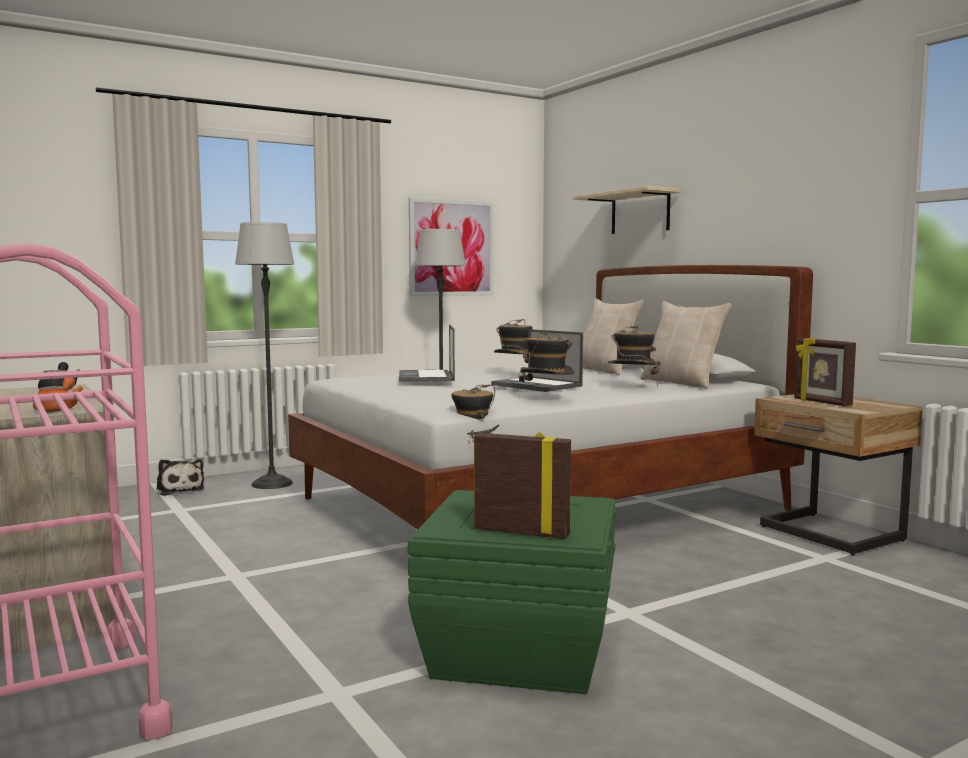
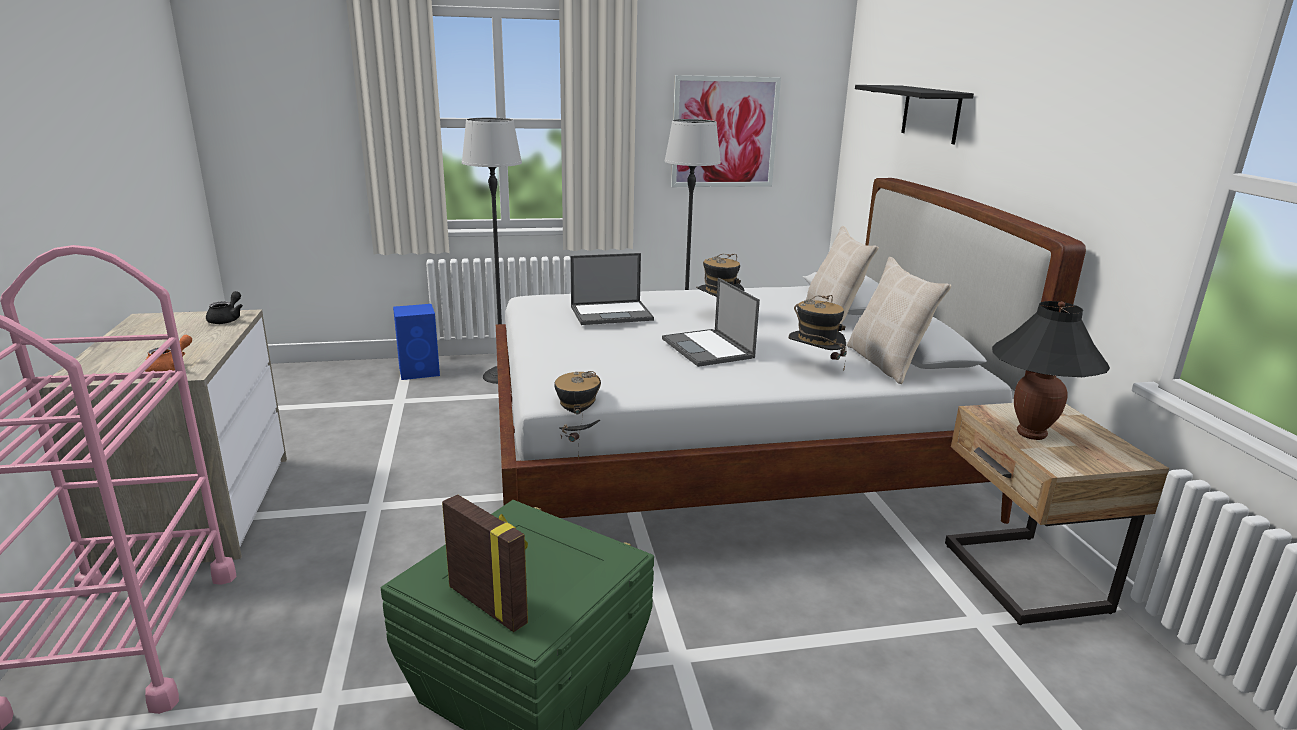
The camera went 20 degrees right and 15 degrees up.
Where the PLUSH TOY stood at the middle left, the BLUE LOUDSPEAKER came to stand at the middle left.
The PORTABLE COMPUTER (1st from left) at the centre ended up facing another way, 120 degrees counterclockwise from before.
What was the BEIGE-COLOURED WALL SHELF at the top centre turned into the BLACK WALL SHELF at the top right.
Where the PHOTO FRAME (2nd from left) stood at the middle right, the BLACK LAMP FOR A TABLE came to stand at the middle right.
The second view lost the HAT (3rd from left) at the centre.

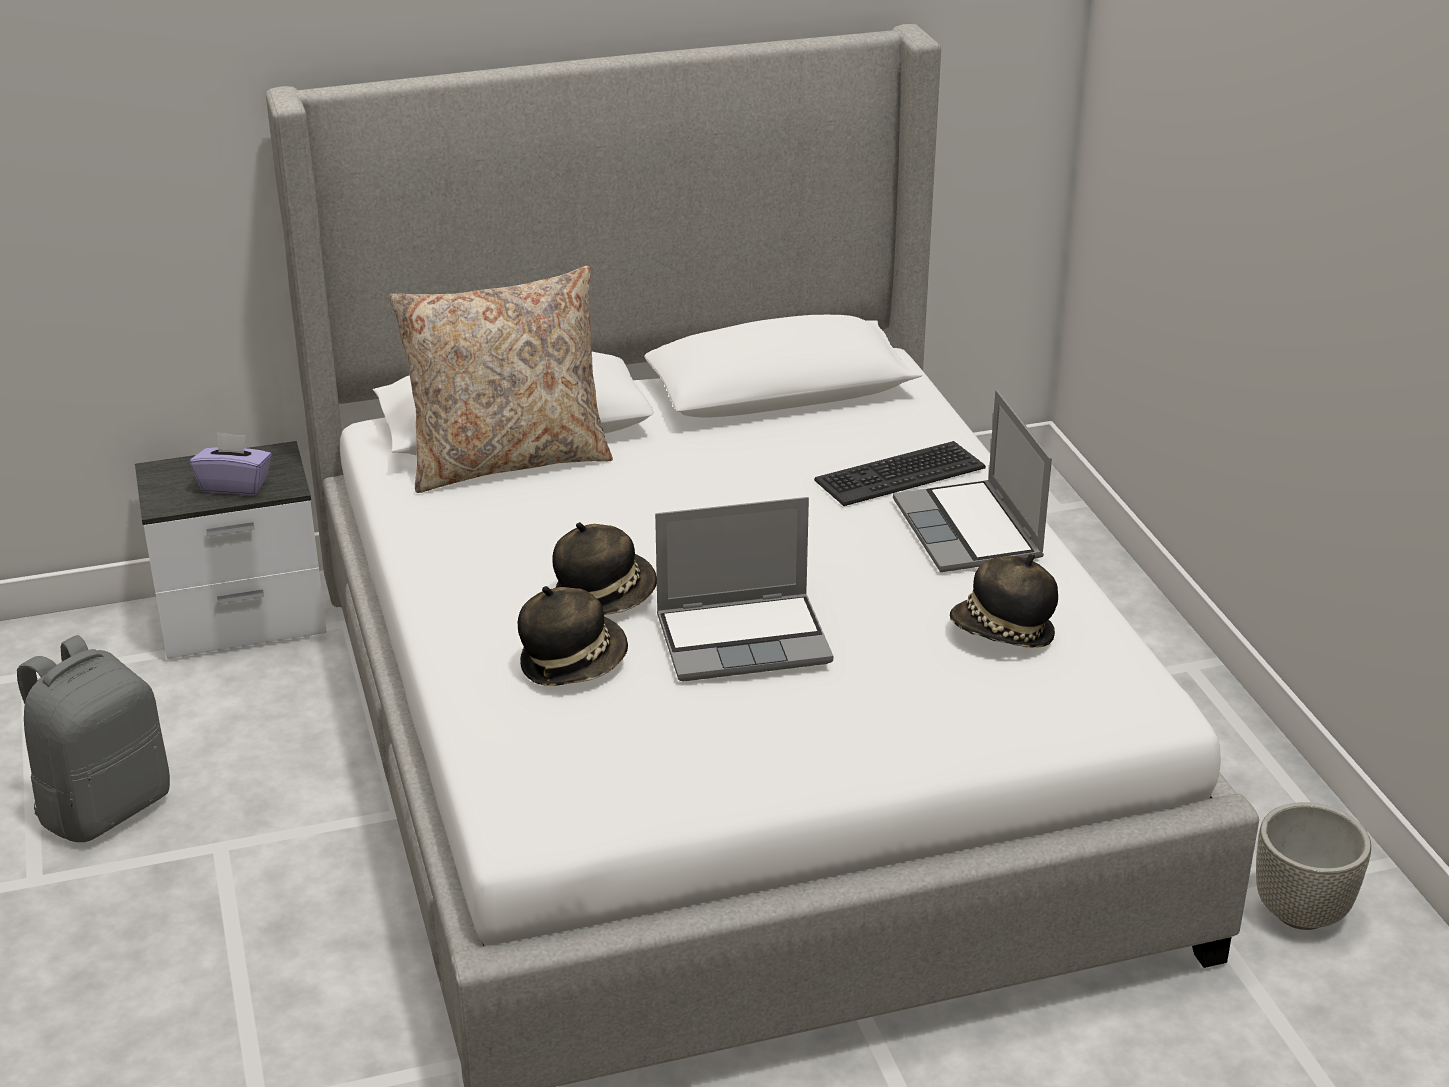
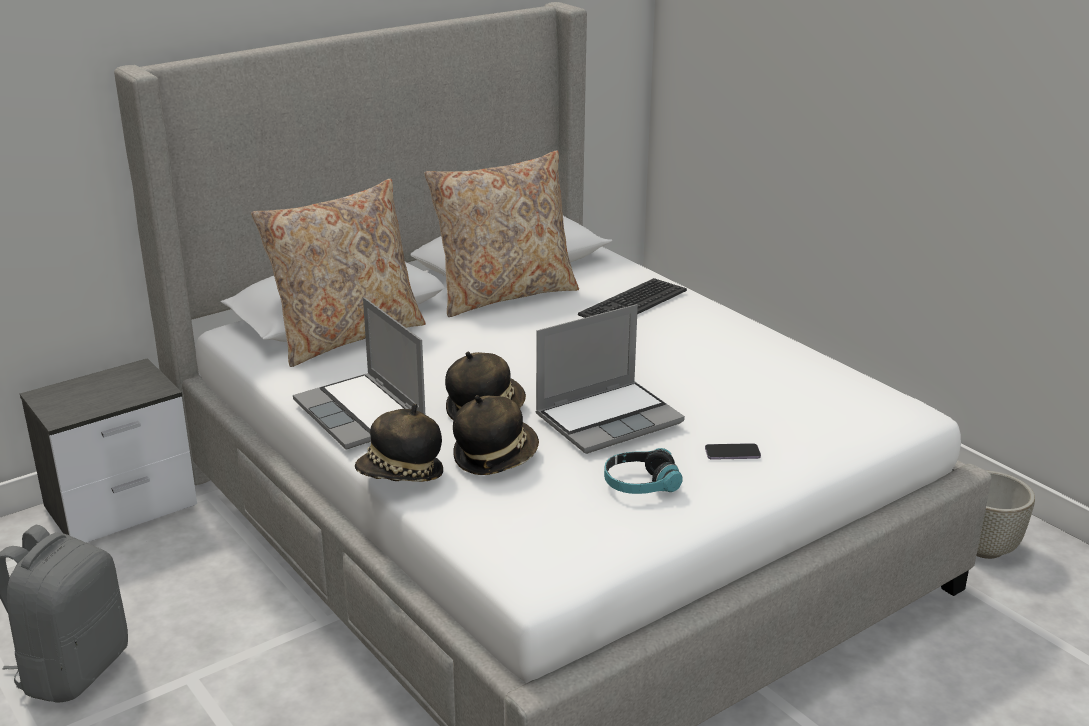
The camera went 20 degrees left and 5 degrees down.
The PORTABLE COMPUTER (2nd from left in the first image) ended up elsewhere, having gone from the middle right to the middle left.
The HAT (3rd from left in the first image) ended up elsewhere, having gone from the middle right to the centre.
The second view gained the BEIGE-COLOURED CUSHION (2nd from left) at the top centre.
The second view gained the HEADSET at the centre.
The second view gained the PHONE at the middle right.
The second view lost the PURPLISH TISSUE BOX at the middle left.

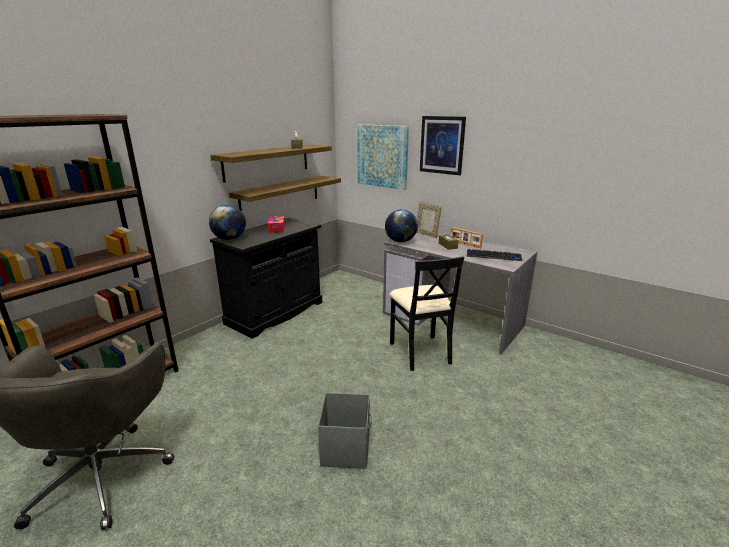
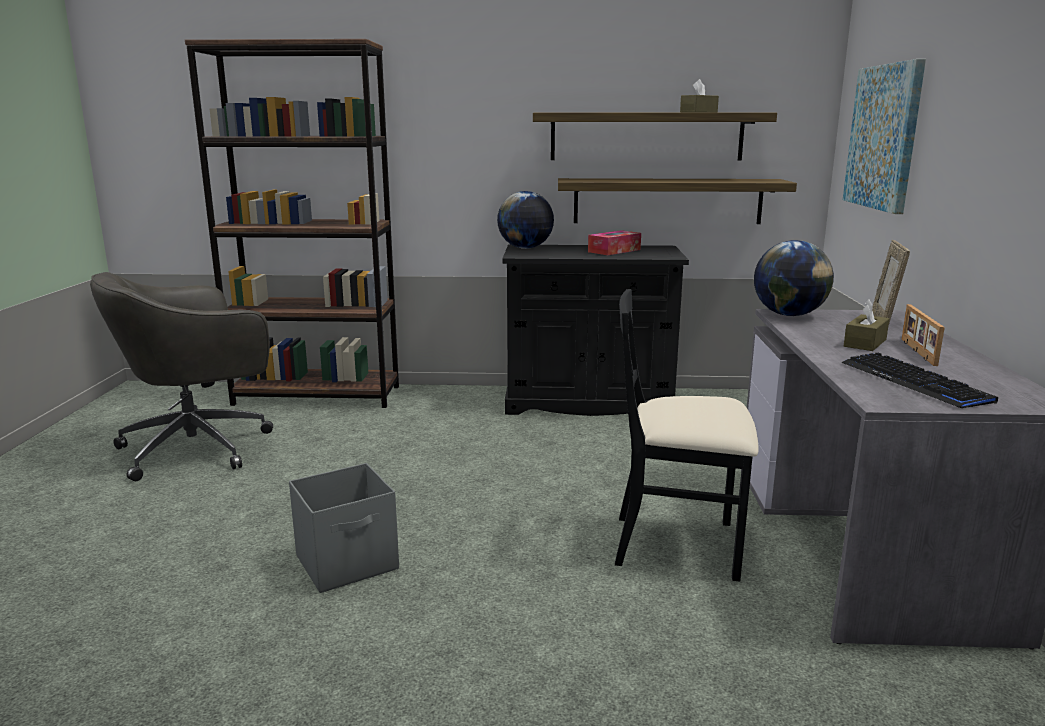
The camera went 55 degrees right and 5 degrees down.
The BLACK PLAIN CHAIR at the centre ended up facing another way, 60 degrees clockwise from before.
The second view lost the WALL PICTURE (2nd from left) at the top centre.

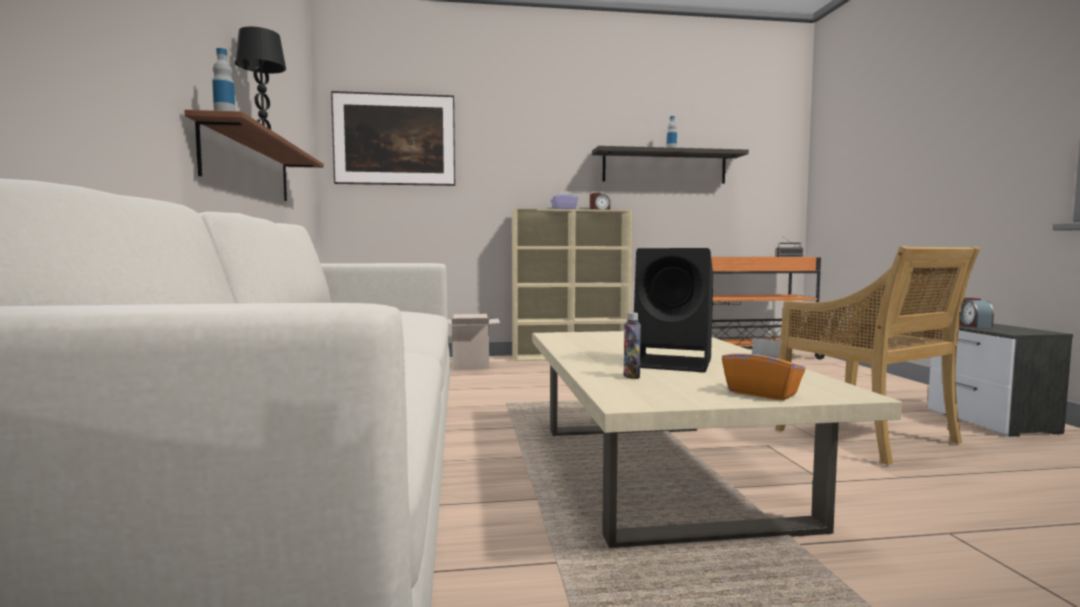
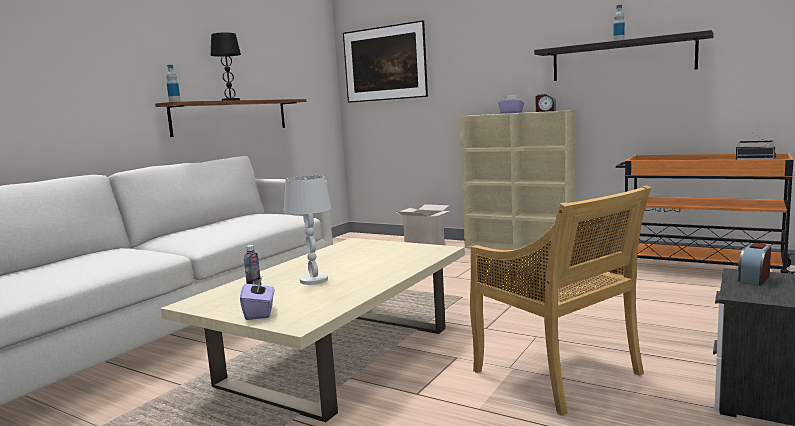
The camera went 40 degrees right and 5 degrees up.
What was the ORANGE TISSUE BOX at the middle right turned into the PURPLISH TISSUE BOX (1st from left) at the bottom left.
Where the BLACK LOUDSPEAKER stood at the centre, the WHITE-COLOURED LAMP FOR A TABLE came to stand at the centre.
The BEIGE-COLOURED PLAIN CHAIR at the middle right ended up facing another way, 45 degrees counterclockwise from before.

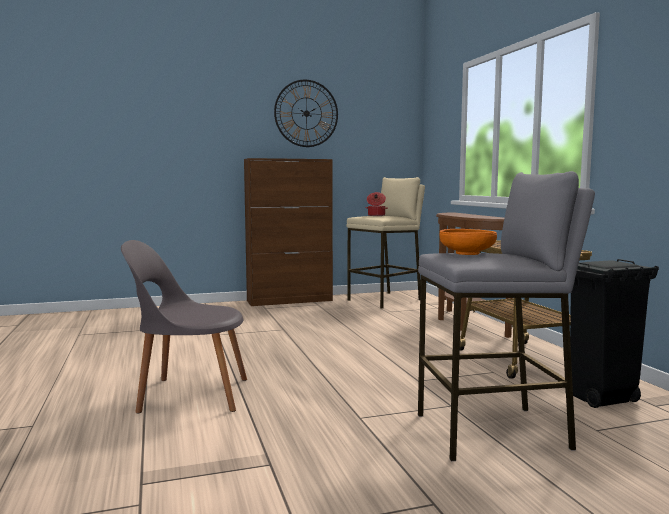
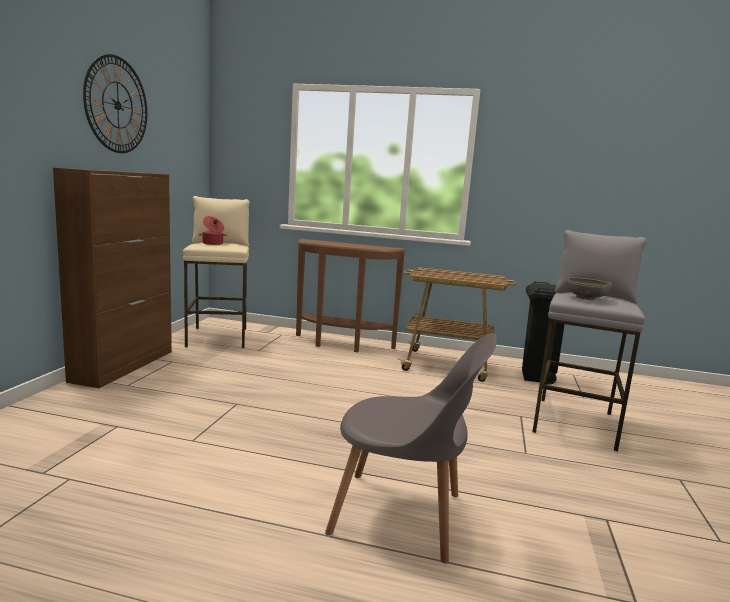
The camera went 60 degrees left and 5 degrees up.
The GREY PLAIN CHAIR at the middle left ended up facing another way, 105 degrees counterclockwise from before.
What was the ORANGE SERVING BOWL at the middle right turned into the GREY SERVING BOWL at the middle right.

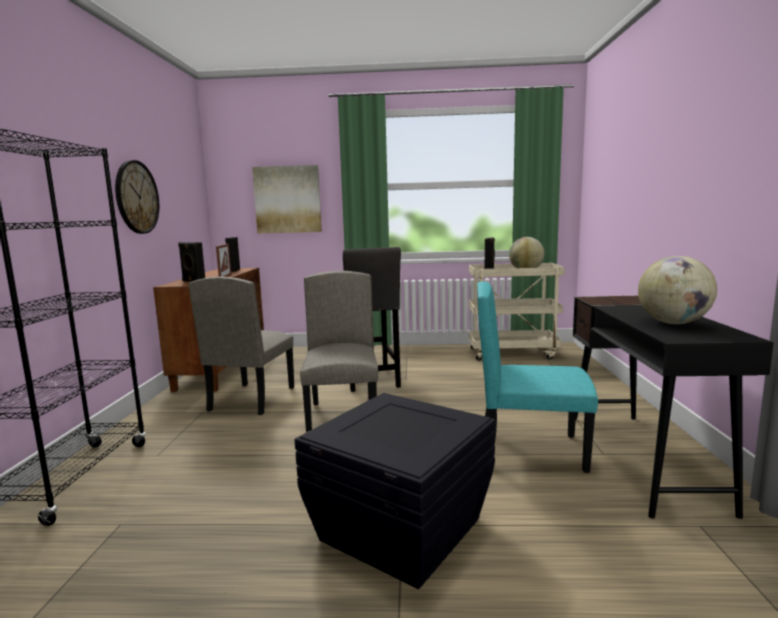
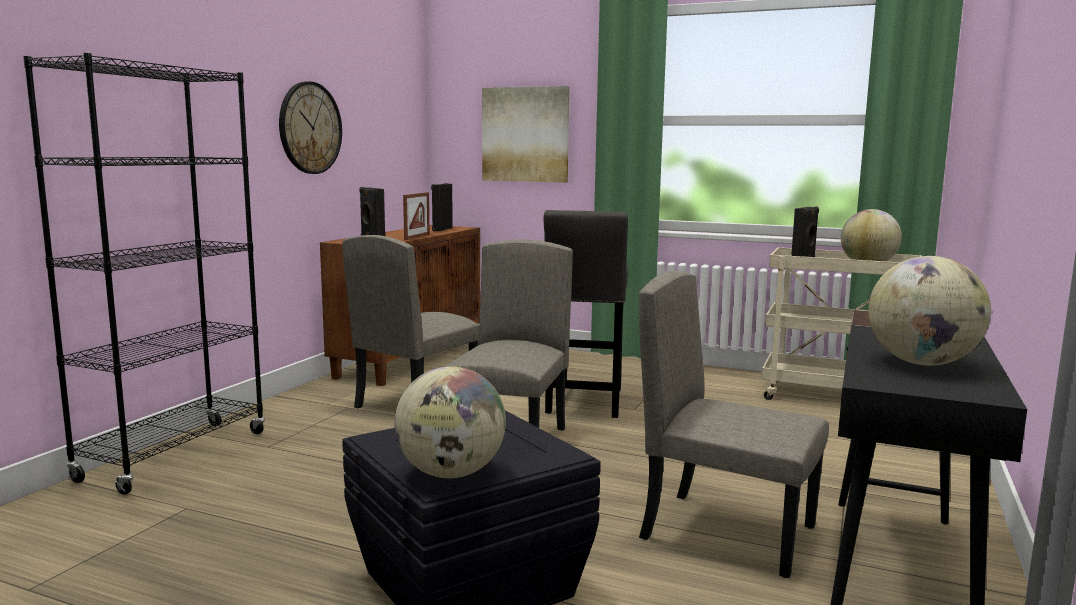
The camera went 20 degrees right and 0 degrees up.
The second view gained the WORLD GLOBE (1st from left) at the bottom centre.
What was the TURQUOISE PLAIN CHAIR at the middle right turned into the BEIGE-COLOURED PLAIN CHAIR (3rd from left) at the bottom right.

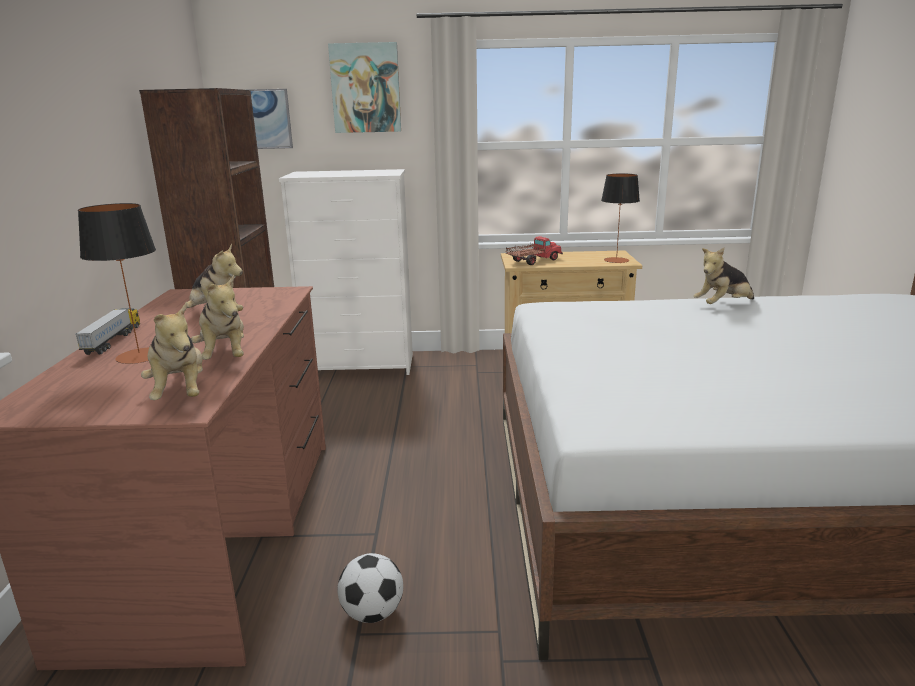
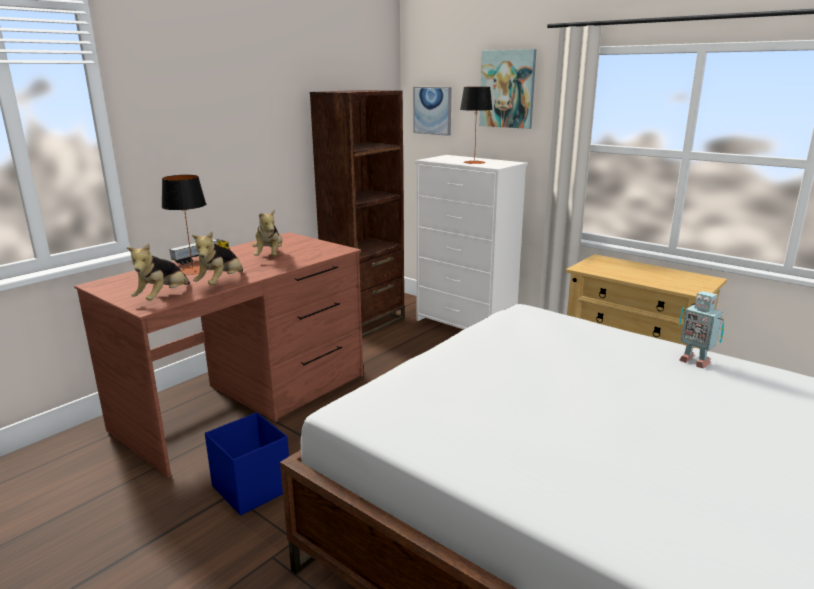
The camera went 40 degrees right and 0 degrees up.
Where the FOOTBALL stood at the bottom centre, the BLUE STORAGE CONTAINER came to stand at the bottom left.
The LAMP FOR A TABLE (2nd from left) ended up elsewhere, having gone from the top right to the top centre.
Where the PLUSH TOY (4th from left) stood at the middle right, the TOY ROBOT came to stand at the middle right.
The second view lost the TOY LORRY (2nd from left) at the centre.

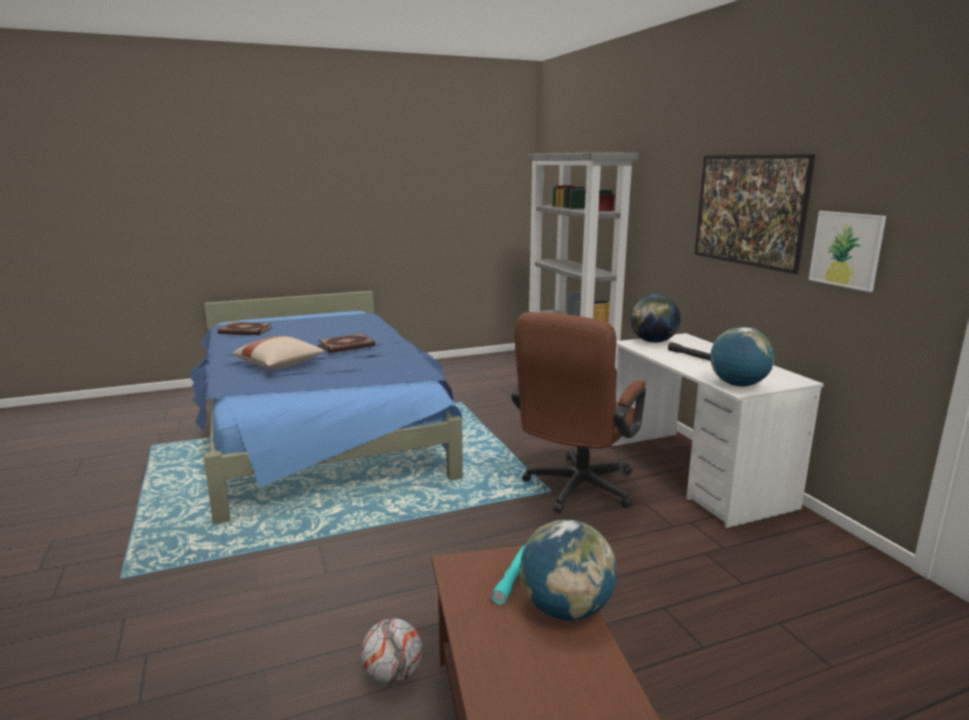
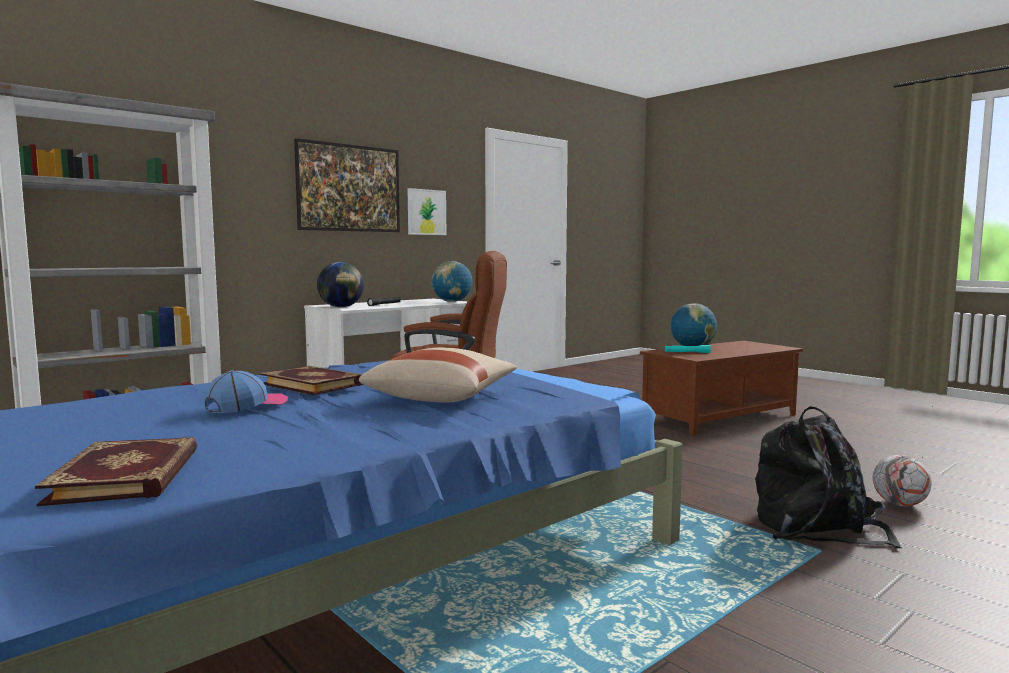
The camera went 110 degrees left and 10 degrees down.
The second view gained the CAP at the middle left.
The second view gained the BLACK RUCKSACK at the bottom right.
The FOOTBALL ended up elsewhere, having gone from the bottom centre to the bottom right.

